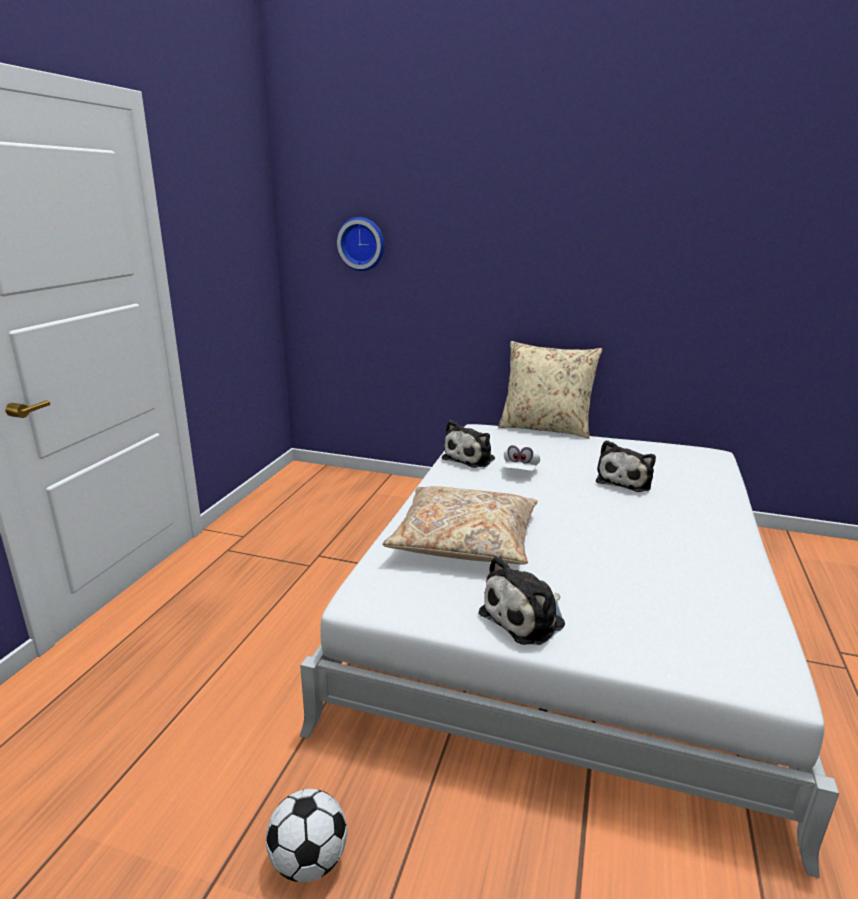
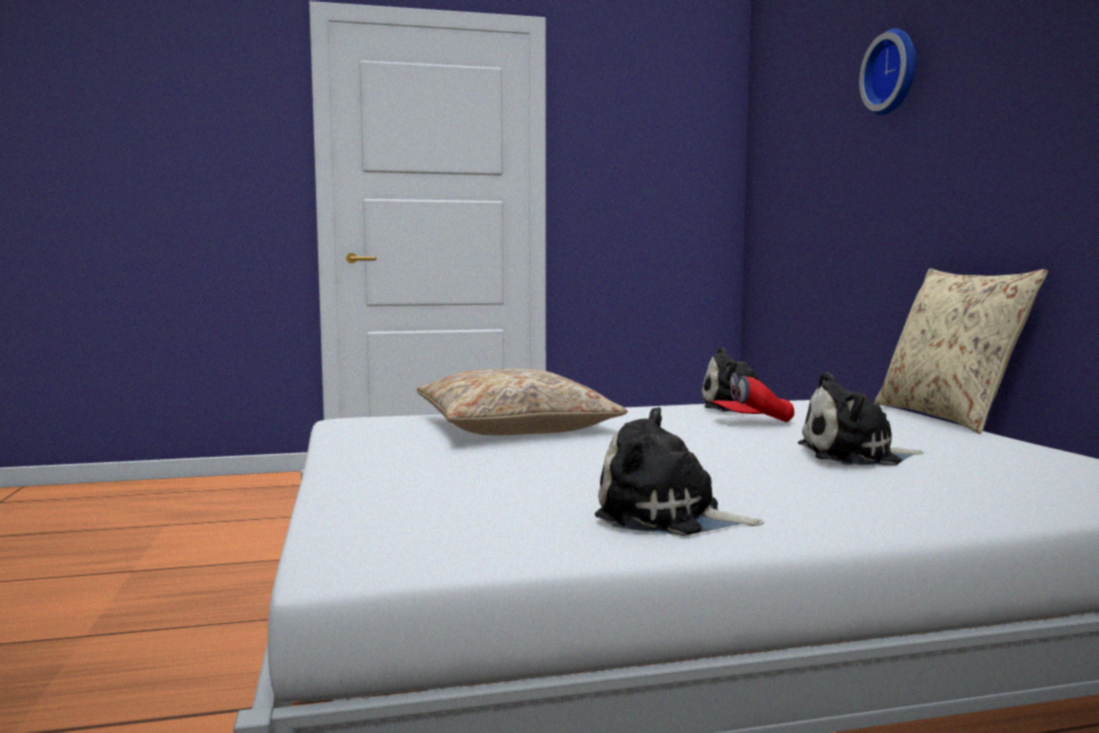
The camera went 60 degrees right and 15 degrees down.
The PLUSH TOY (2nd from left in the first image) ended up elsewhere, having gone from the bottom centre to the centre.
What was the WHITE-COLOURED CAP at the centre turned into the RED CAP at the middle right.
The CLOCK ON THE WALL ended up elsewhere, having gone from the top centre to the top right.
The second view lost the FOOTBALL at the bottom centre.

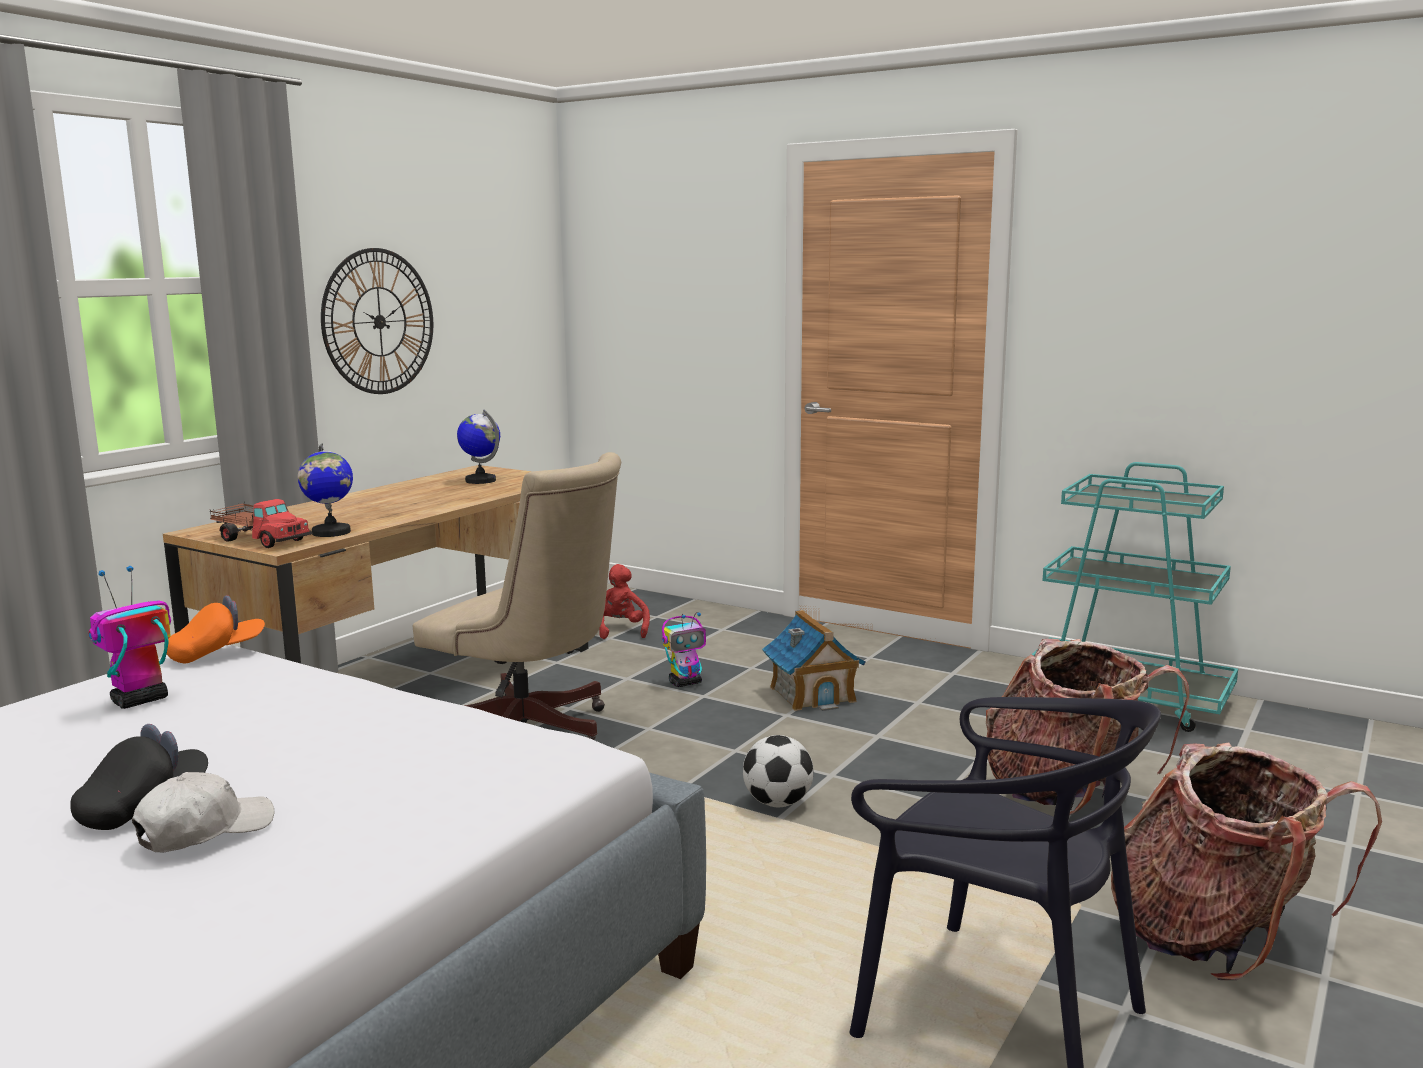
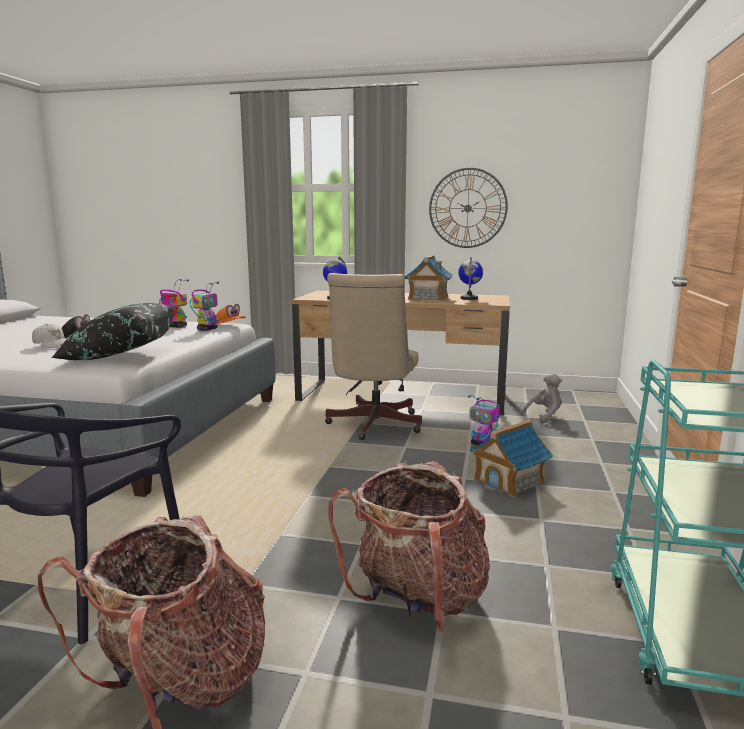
The camera went 70 degrees right and 0 degrees up.
The second view gained the BLACK CUSHION at the middle left.
The second view gained the TOY ROBOT (2nd from left) at the middle left.
The second view gained the MODEL HOUSE (1st from left) at the centre.
What was the RED PLUSH TOY at the centre turned into the GREY PLUSH TOY at the middle right.
The second view lost the TOY LORRY at the middle left.
The second view lost the FOOTBALL at the bottom centre.

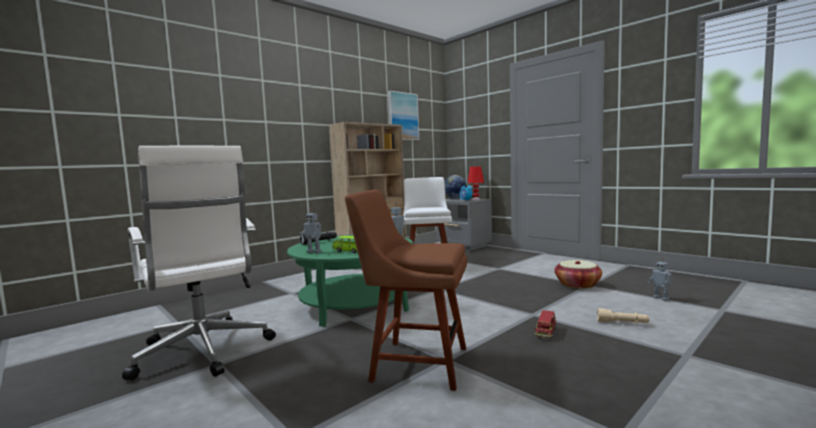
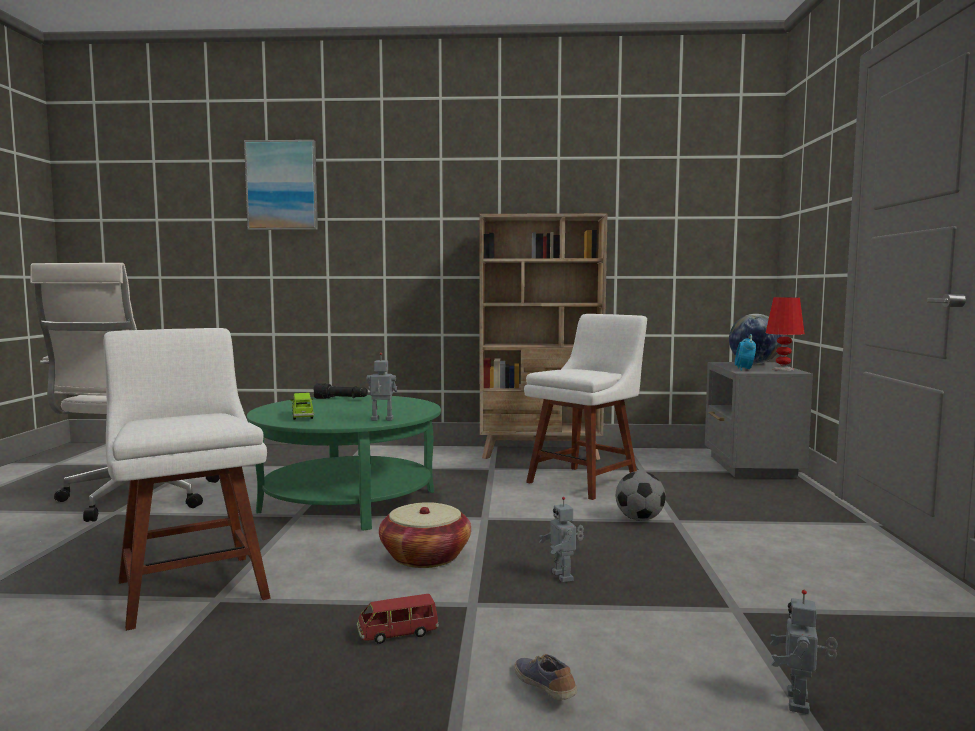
The camera went 45 degrees right and 0 degrees up.
What was the BROWNISH PLAIN CHAIR at the bottom centre turned into the WHITE-COLOURED PLAIN CHAIR (1st from left) at the middle left.
The WALL PICTURE ended up elsewhere, having gone from the top centre to the top left.
The BASKET ended up elsewhere, having gone from the middle right to the bottom centre.
Where the BEIGE-COLOURED HAND TORCH stood at the bottom right, the ITEM OF FOOTWEAR came to stand at the bottom centre.
The TOY ROBOT (1st from left in the first image) ended up elsewhere, having gone from the centre to the bottom centre.
The second view gained the FOOTBALL at the bottom centre.

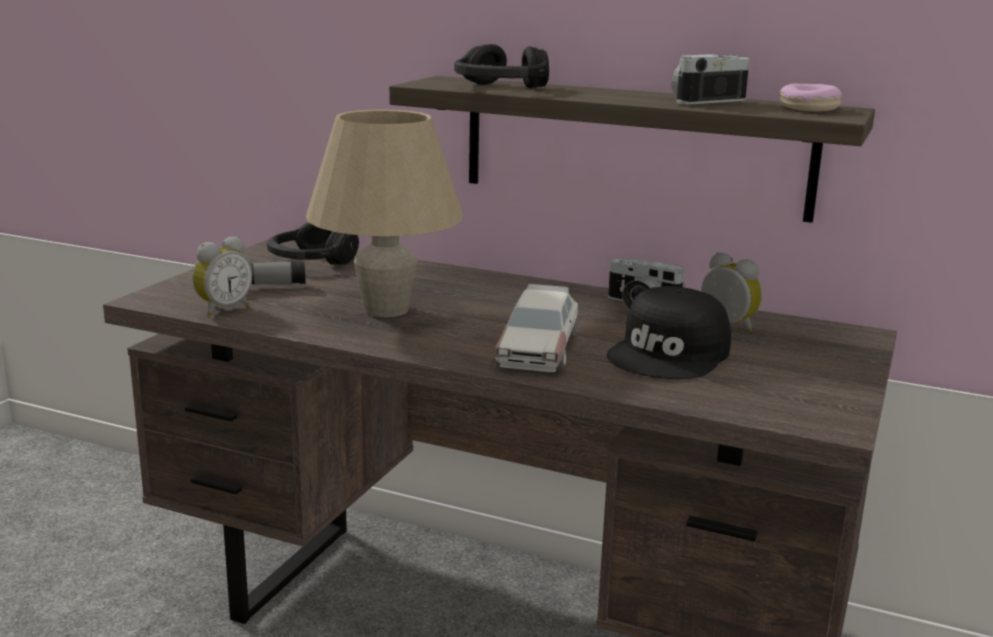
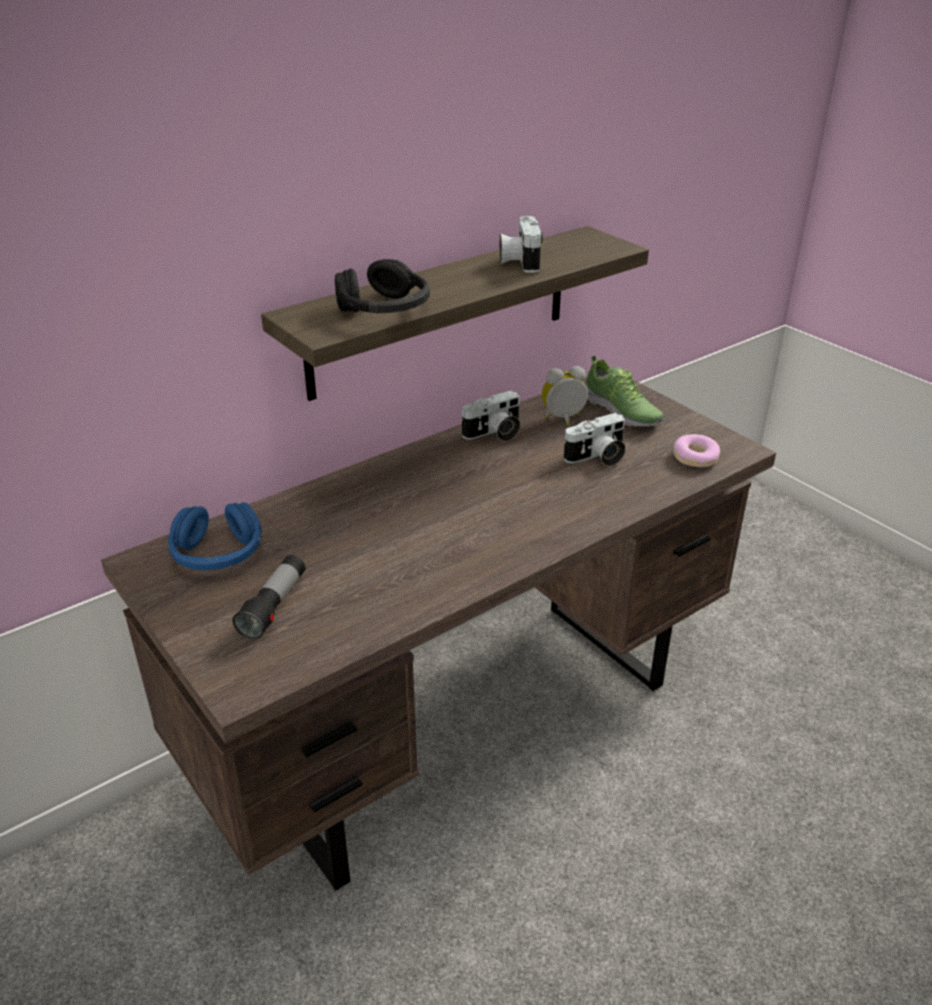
The camera went 60 degrees left and 15 degrees up.
What was the BLACK HEADSET (1st from left) at the middle left turned into the BLUE HEADSET at the middle left.
Where the BLACK CAP stood at the middle right, the PHOTO CAMERA (3rd from left) came to stand at the centre.
The second view gained the ITEM OF FOOTWEAR at the middle right.
The DONUT ended up elsewhere, having gone from the top right to the middle right.
The second view lost the TABLE CLOCK (1st from left) at the middle left.
The second view lost the BEIGE-COLOURED LAMP FOR A TABLE at the centre.
The second view lost the TOY CAR at the centre.

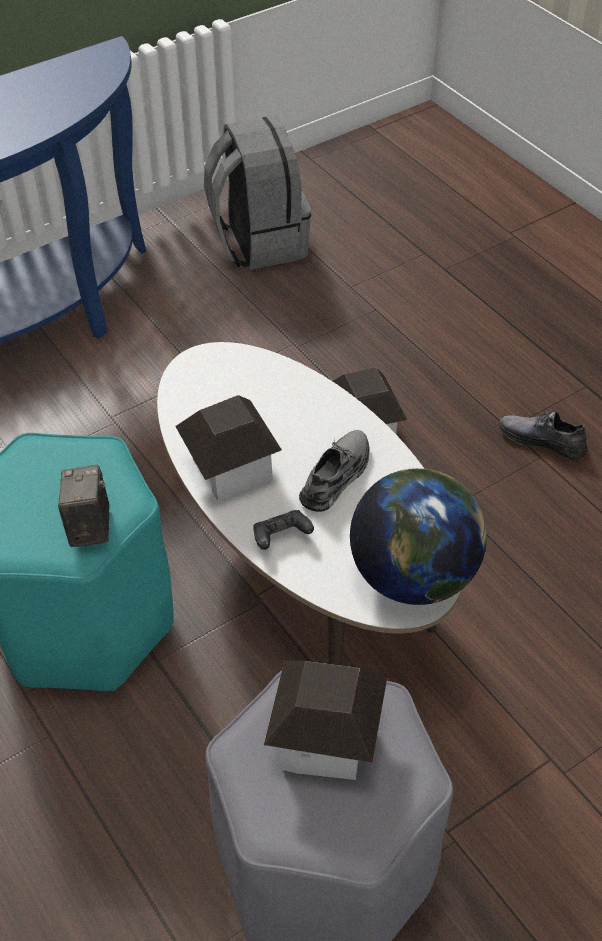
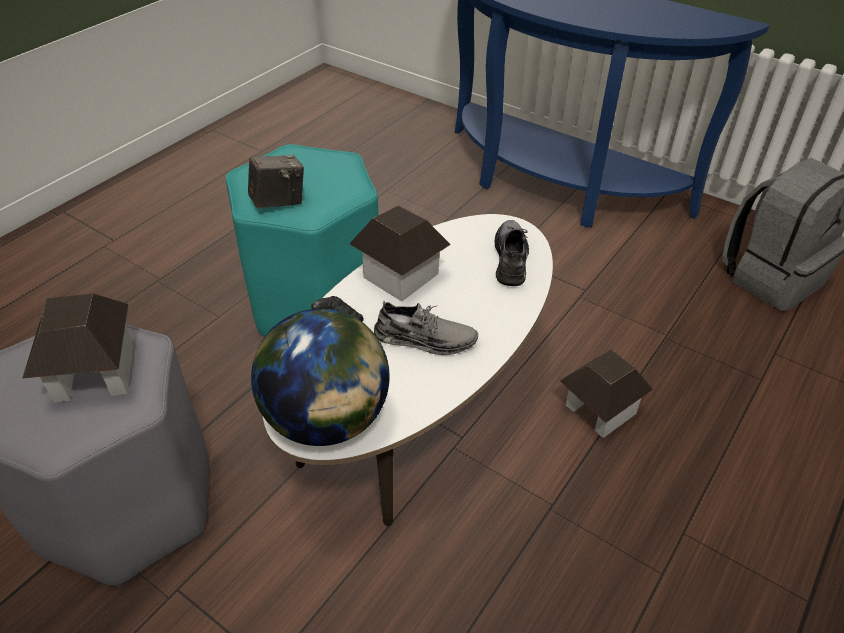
The camera went 70 degrees right and 5 degrees down.
The GREY ITEM OF FOOTWEAR (2nd from left) ended up elsewhere, having gone from the middle right to the centre.

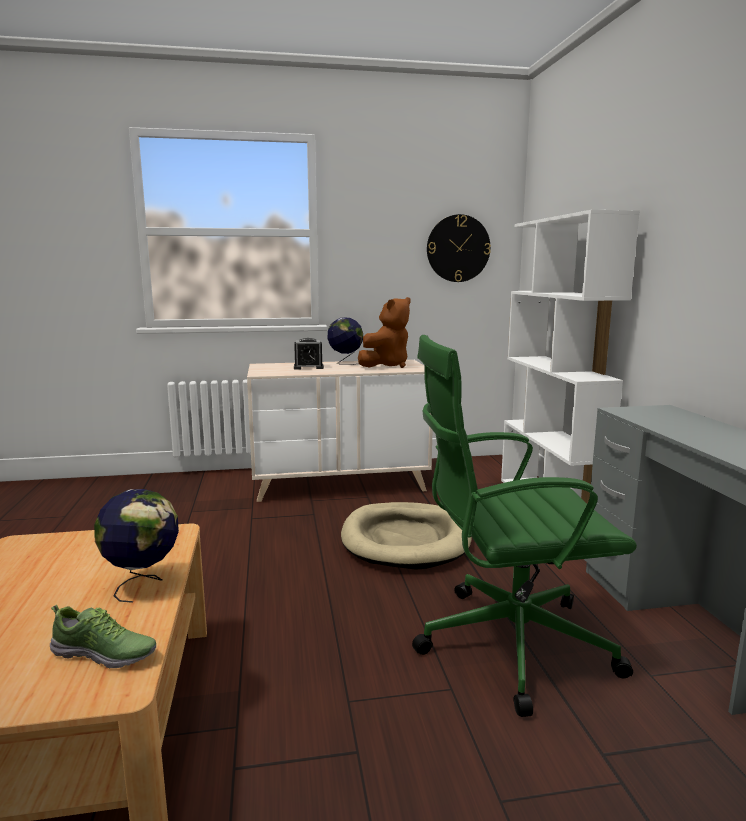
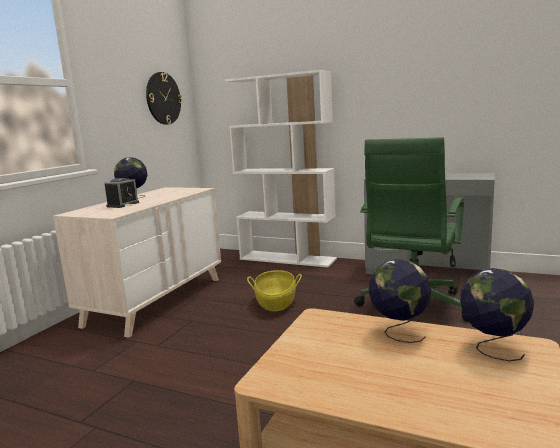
The camera went 55 degrees left and 0 degrees up.
Where the BEIGE-COLOURED DOG CUSHION stood at the centre, the BASKET came to stand at the centre.
Where the ITEM OF FOOTWEAR stood at the bottom left, the WORLD GLOBE (3rd from left) came to stand at the bottom right.
The second view lost the BROWNISH PLUSH TOY at the centre.

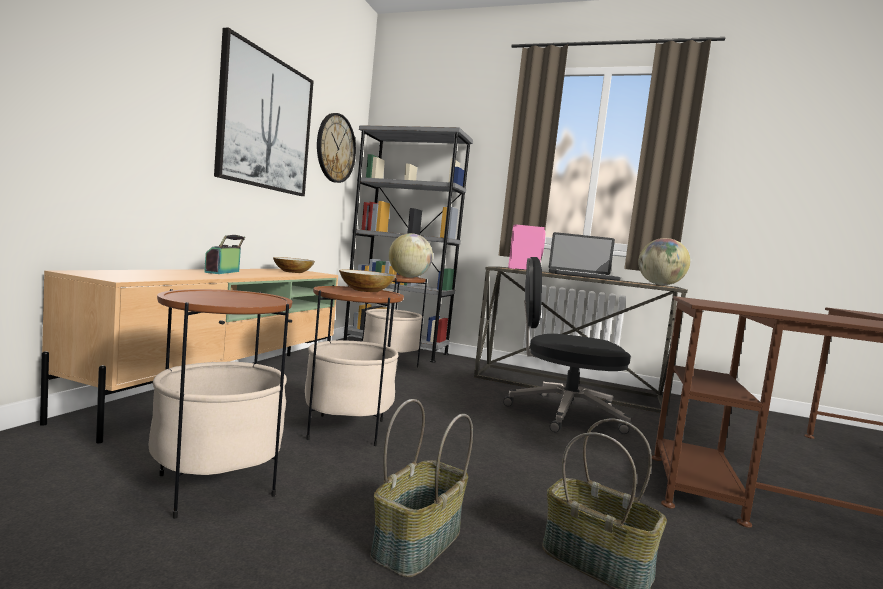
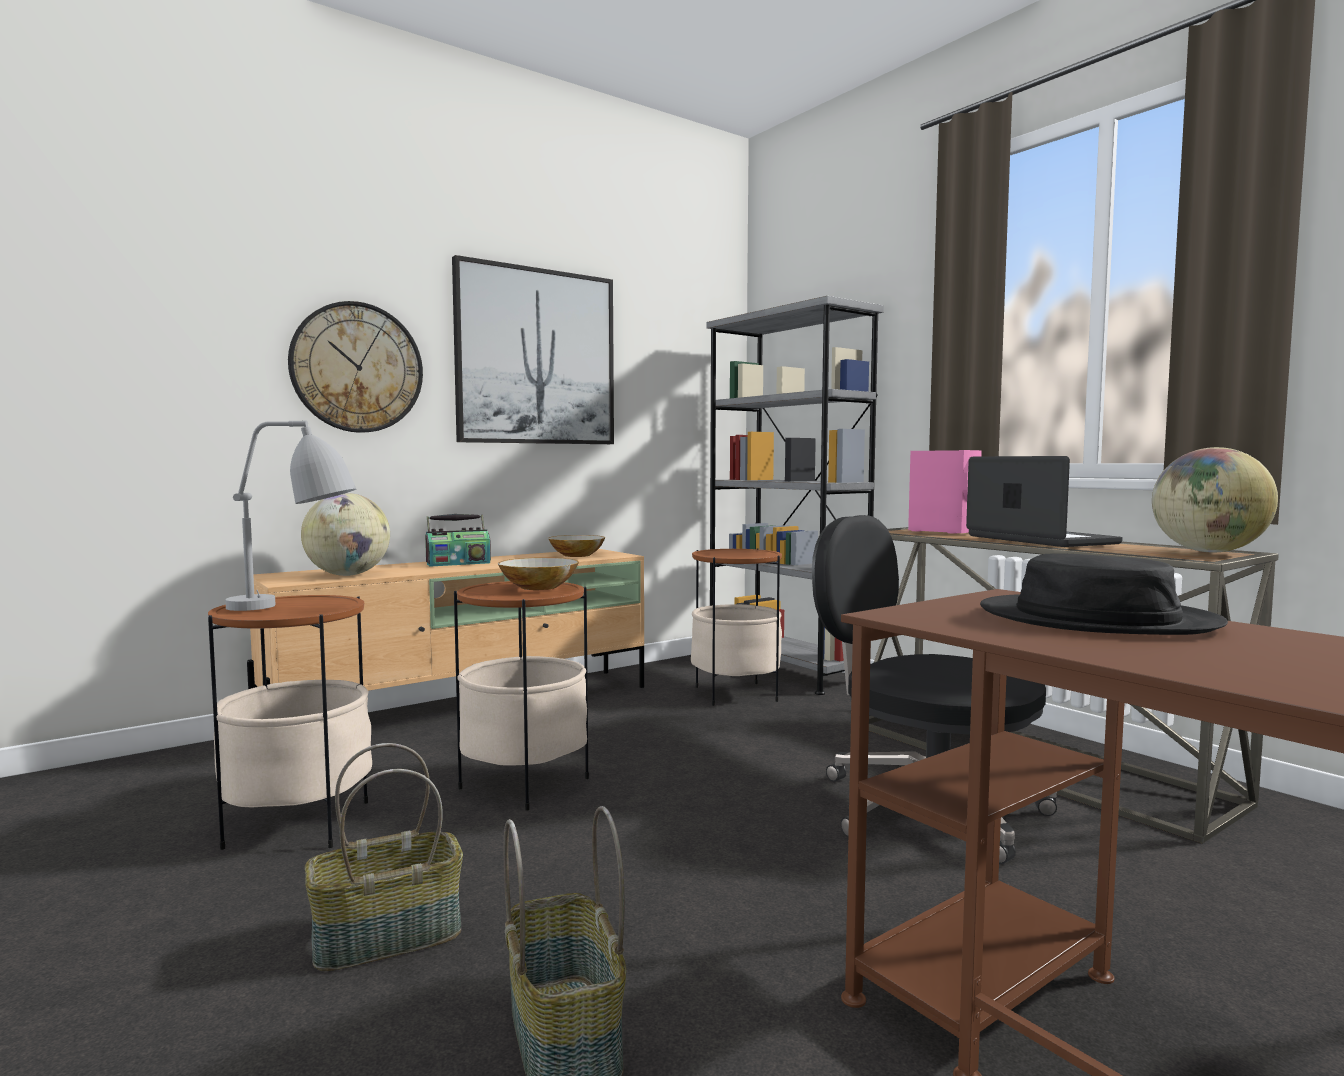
The camera went 35 degrees right and 0 degrees up.
The second view gained the GREY LAMP FOR A TABLE at the middle left.
The CLOCK ON THE WALL ended up elsewhere, having gone from the top centre to the middle left.
The WORLD GLOBE (1st from left) ended up elsewhere, having gone from the centre to the middle left.
The RADIO at the middle left ended up facing another way, 150 degrees counterclockwise from before.
The PORTABLE COMPUTER at the centre ended up facing another way, 150 degrees counterclockwise from before.
The second view gained the BLACK HAT at the middle right.

